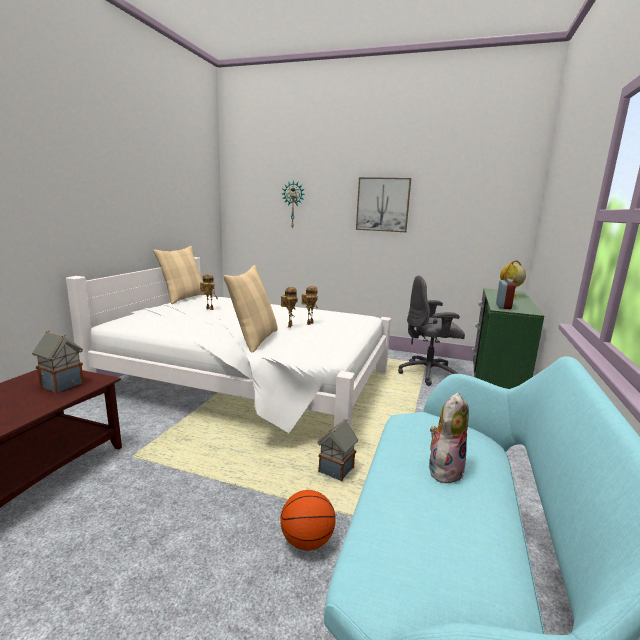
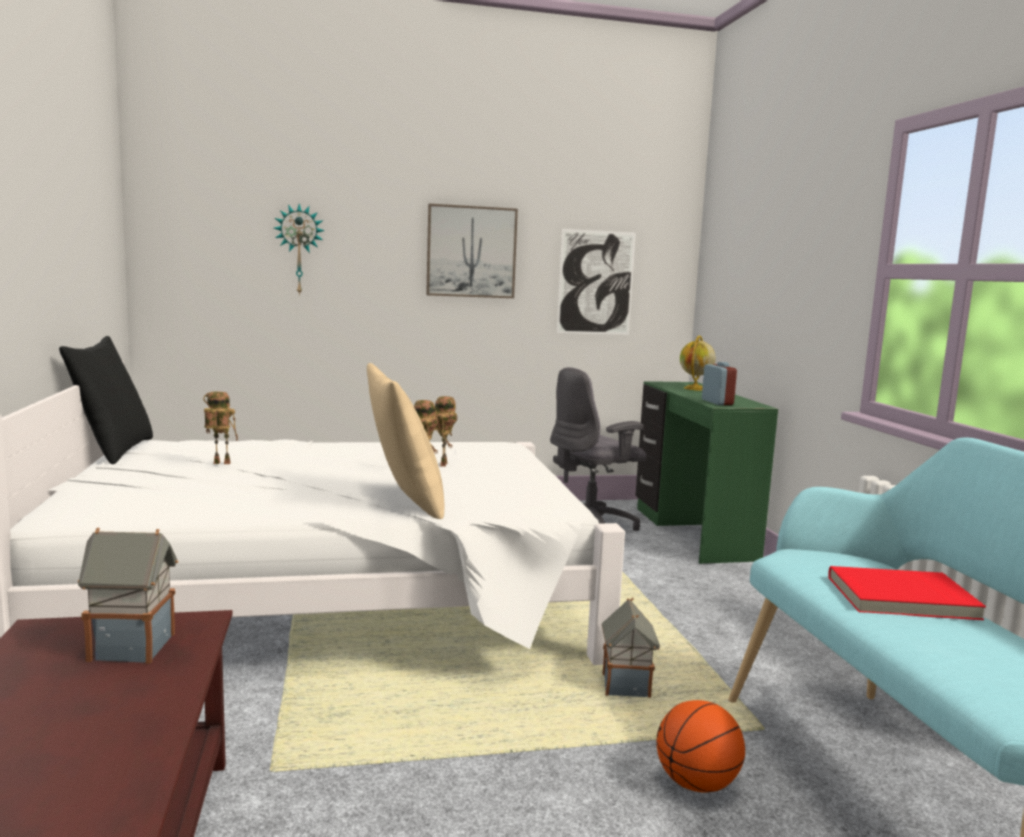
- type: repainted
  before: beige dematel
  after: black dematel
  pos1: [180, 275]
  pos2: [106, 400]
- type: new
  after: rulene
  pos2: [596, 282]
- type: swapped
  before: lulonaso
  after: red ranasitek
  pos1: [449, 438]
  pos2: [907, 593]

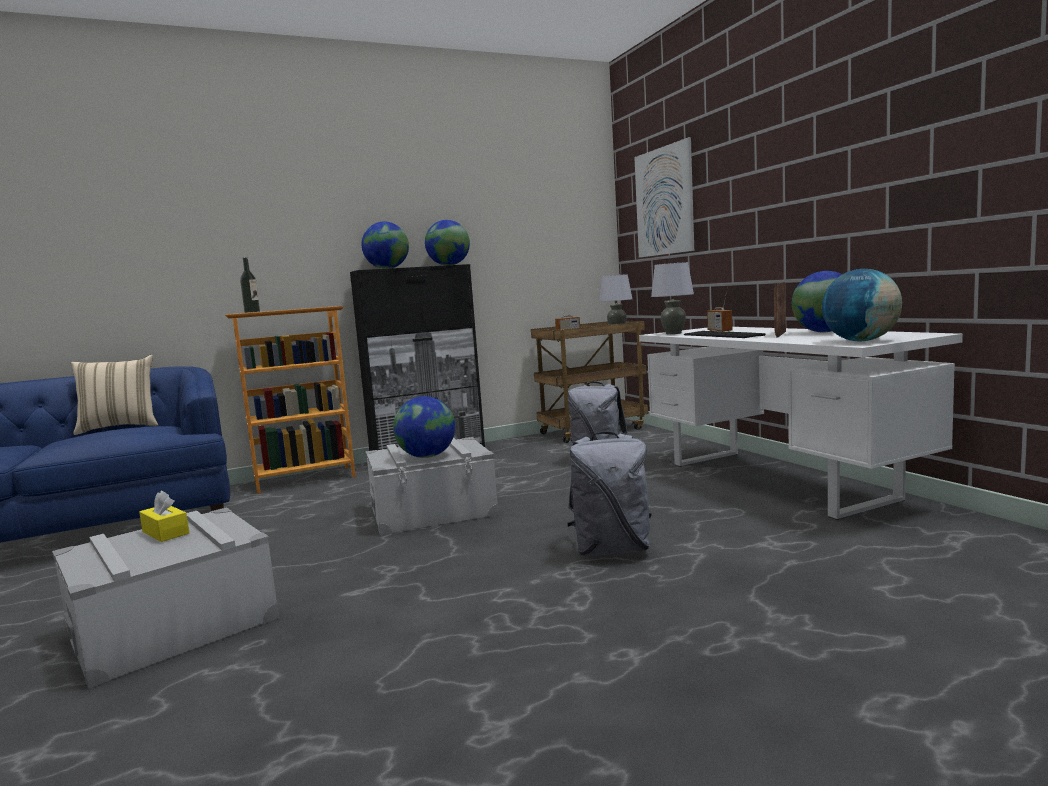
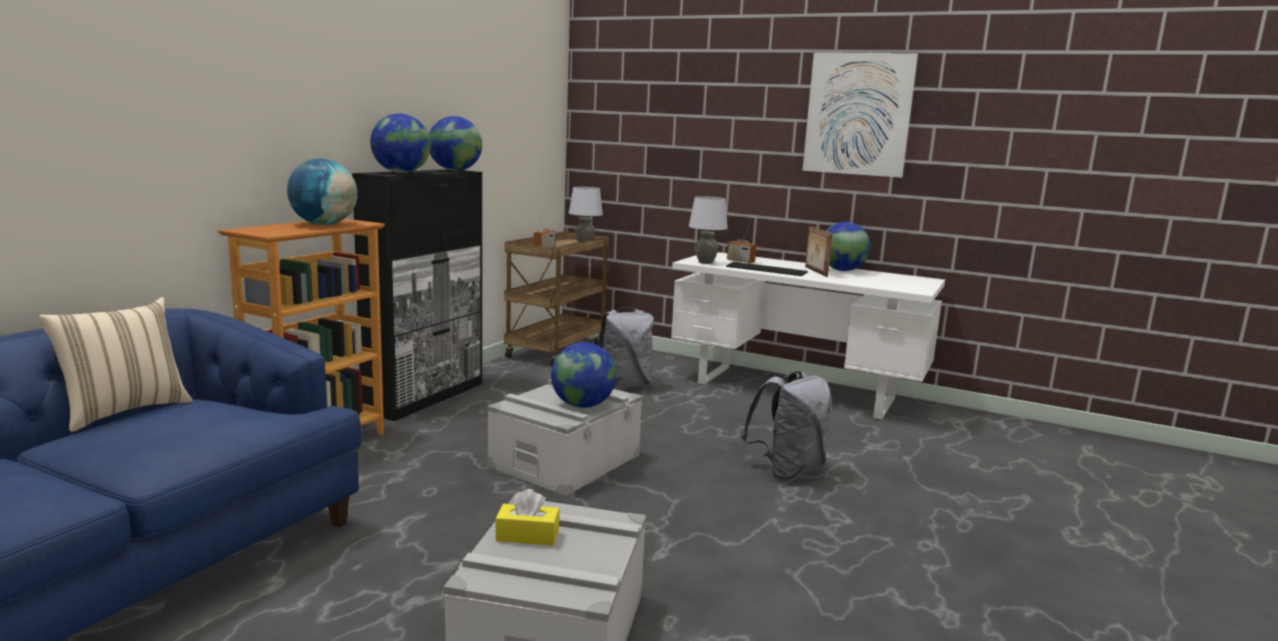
- type: shifted
  before: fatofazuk
  pos1: [862, 305]
  pos2: [322, 192]
- type: shifted
  before: rulene
  pos1: [664, 197]
  pos2: [860, 115]
- type: gone
  before: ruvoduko
  pos1: [250, 285]

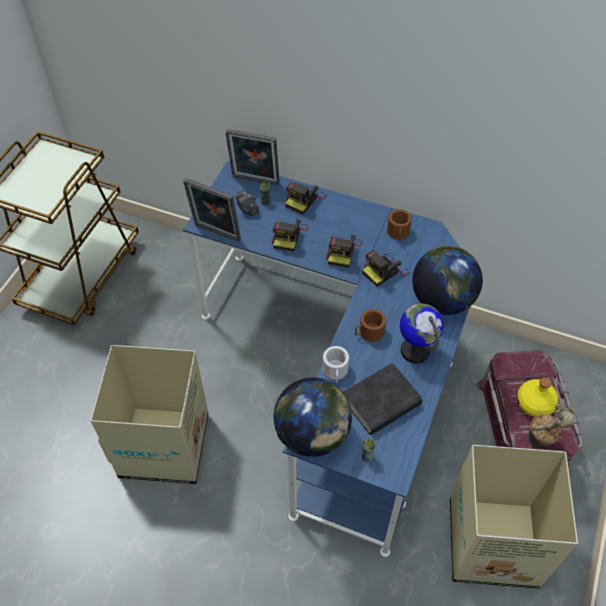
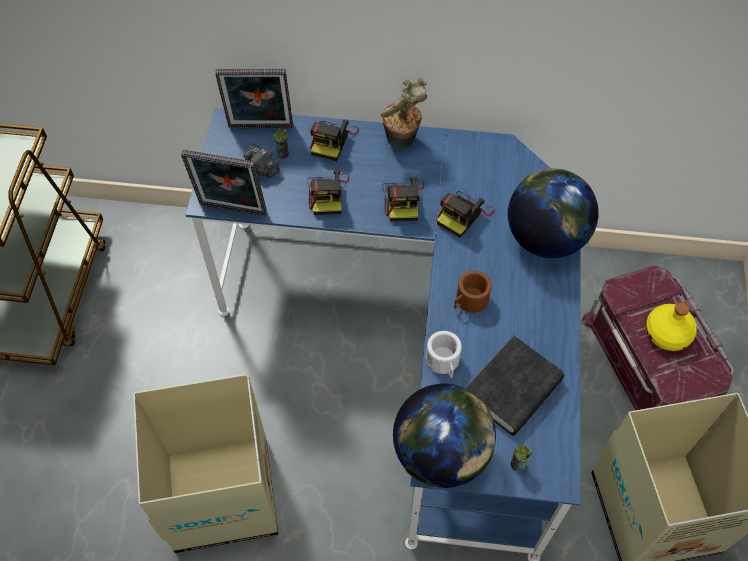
- type: shifted
  before: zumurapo
  pos1: [551, 426]
  pos2: [404, 113]
- type: gone
  before: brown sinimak
  pos1: [399, 225]
- type: gone
  before: fatofazuk
  pos1: [422, 333]

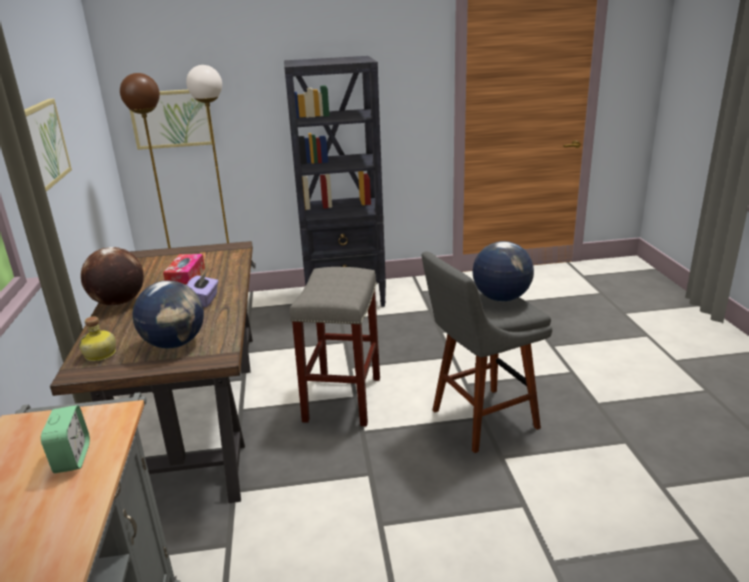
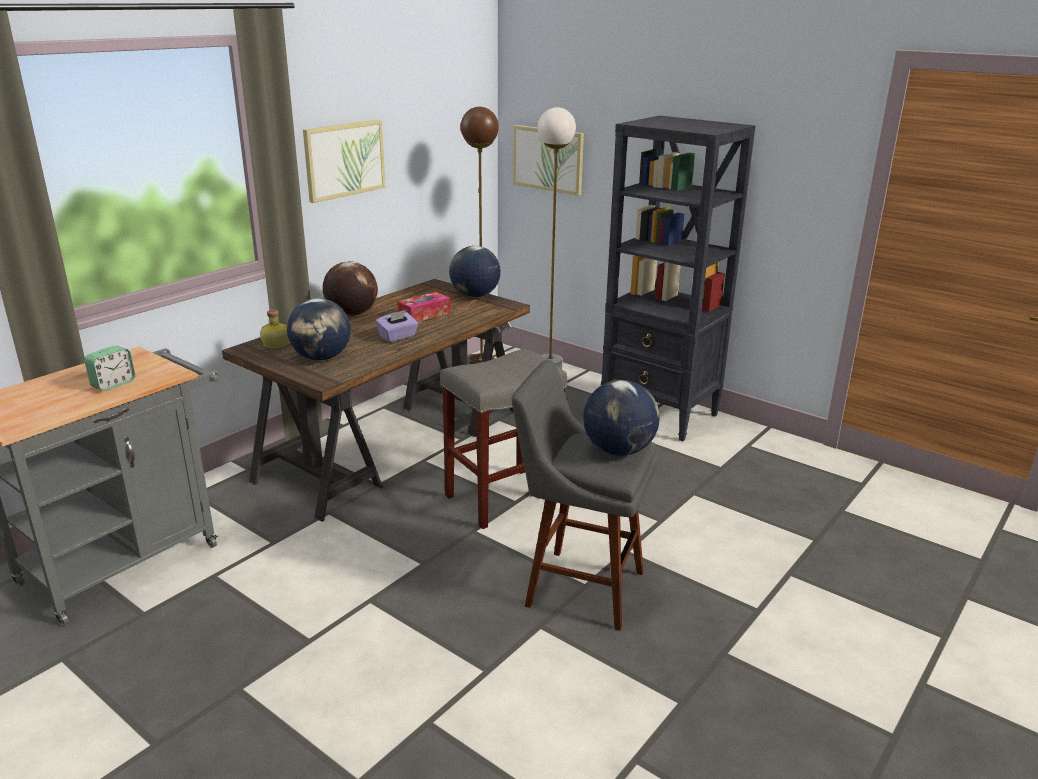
- type: new
  after: fatofazuk
  pos2: [475, 272]

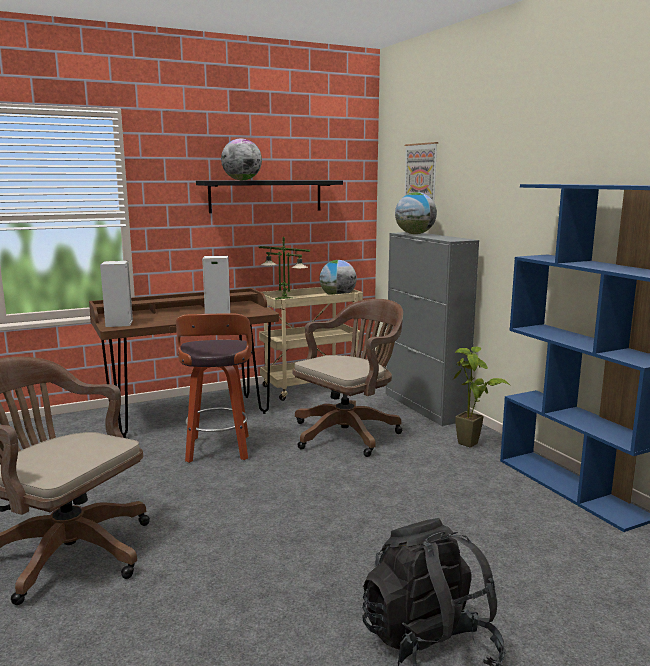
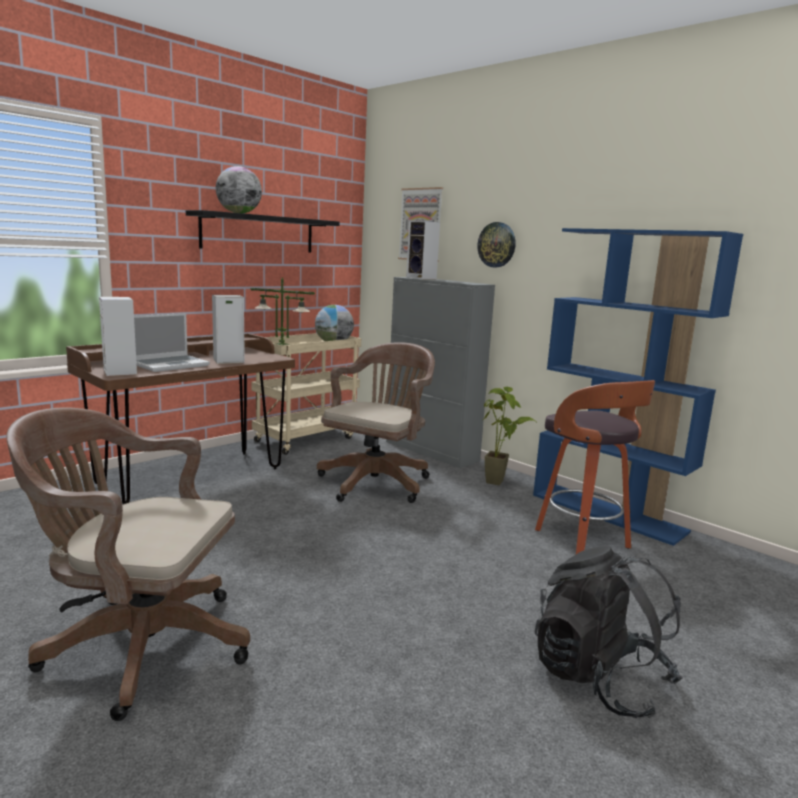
- type: new
  after: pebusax
  pos2: [172, 342]
- type: swapped
  before: fatofazuk
  after: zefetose
  pos1: [416, 213]
  pos2: [423, 250]
- type: new
  after: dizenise
  pos2: [496, 245]
- type: shifted
  before: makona
  pos1: [214, 388]
  pos2: [595, 467]

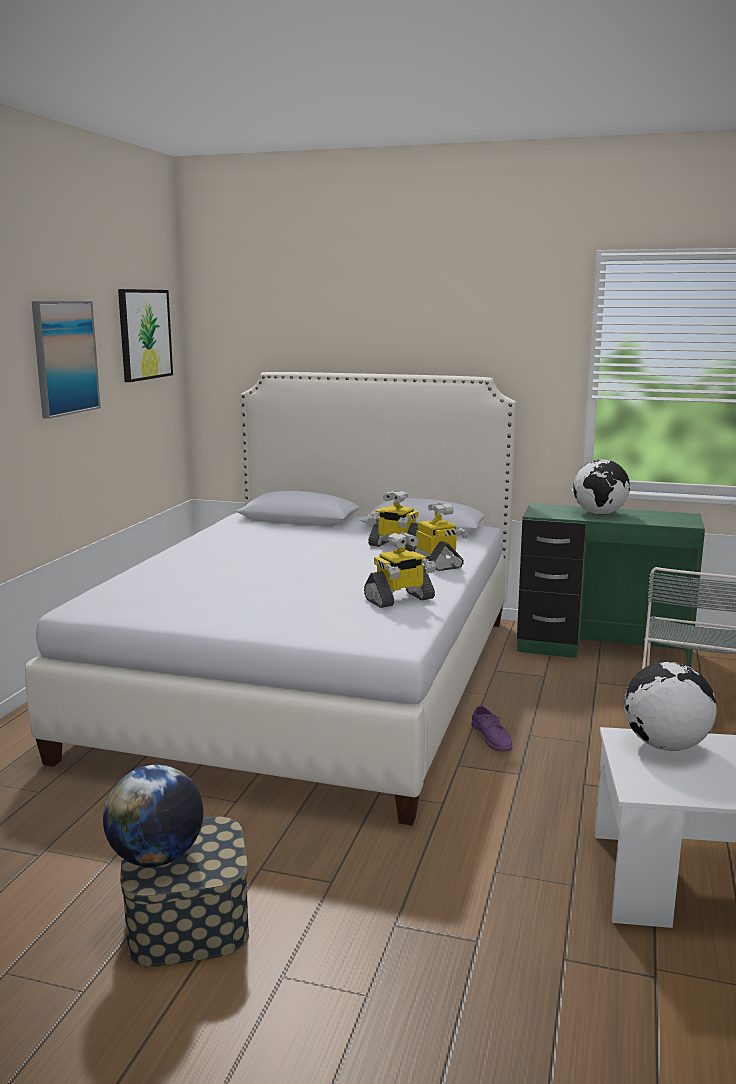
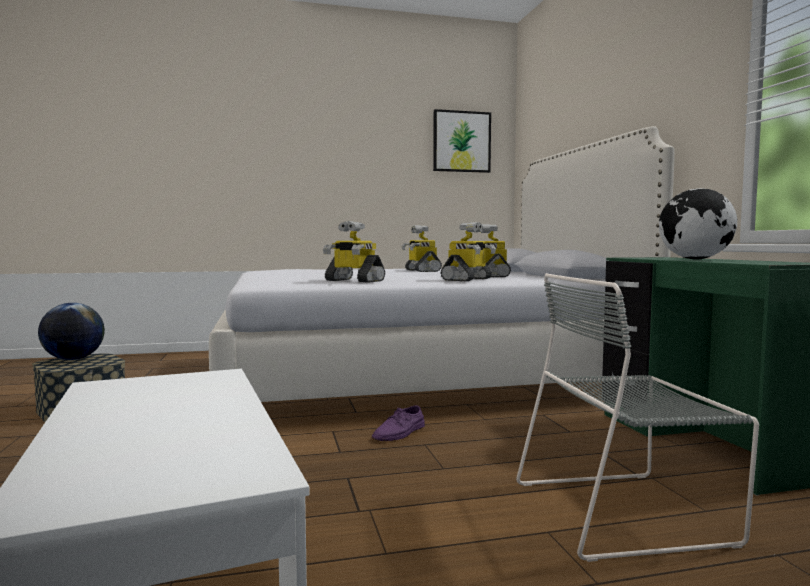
- type: new
  after: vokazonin
  pos2: [421, 248]
- type: gone
  before: rulene
  pos1: [66, 360]
- type: gone
  before: fatofazuk
  pos1: [670, 706]

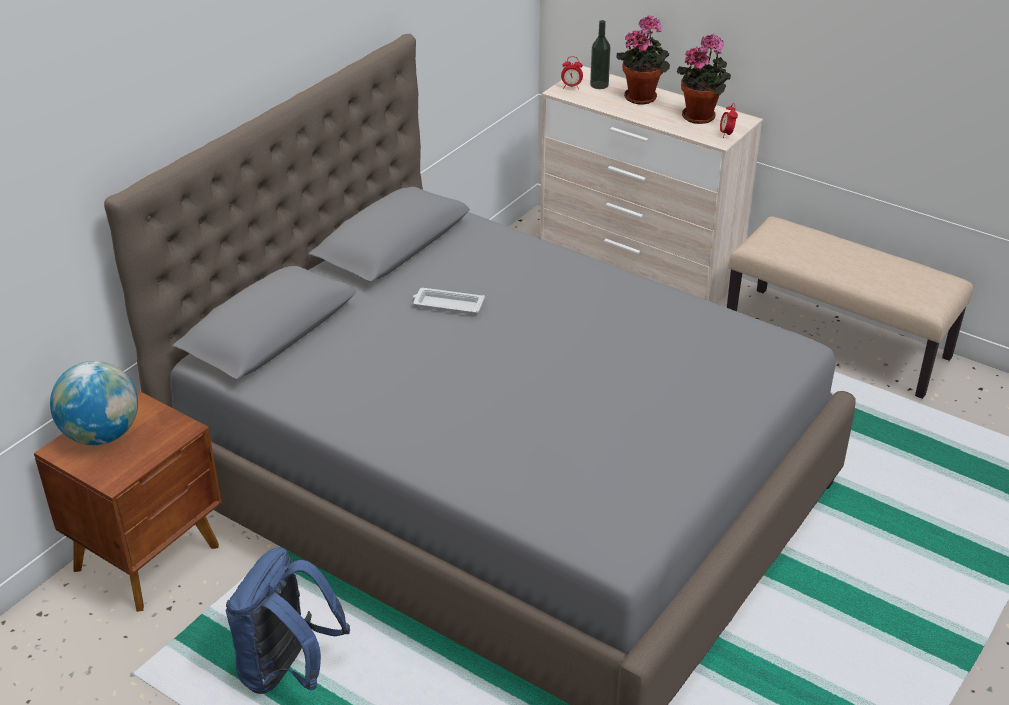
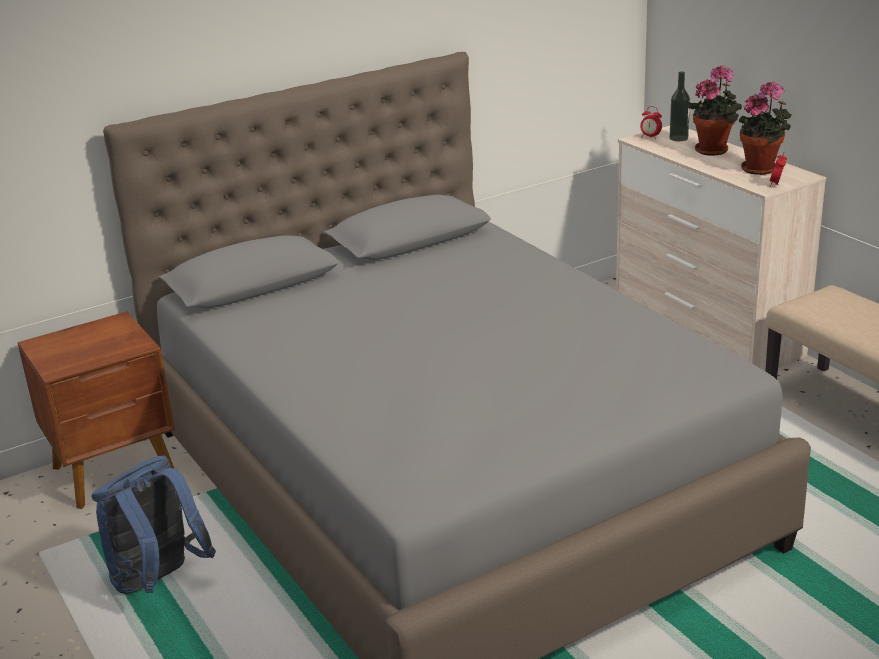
- type: gone
  before: fatofazuk
  pos1: [94, 403]
- type: gone
  before: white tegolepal
  pos1: [449, 301]

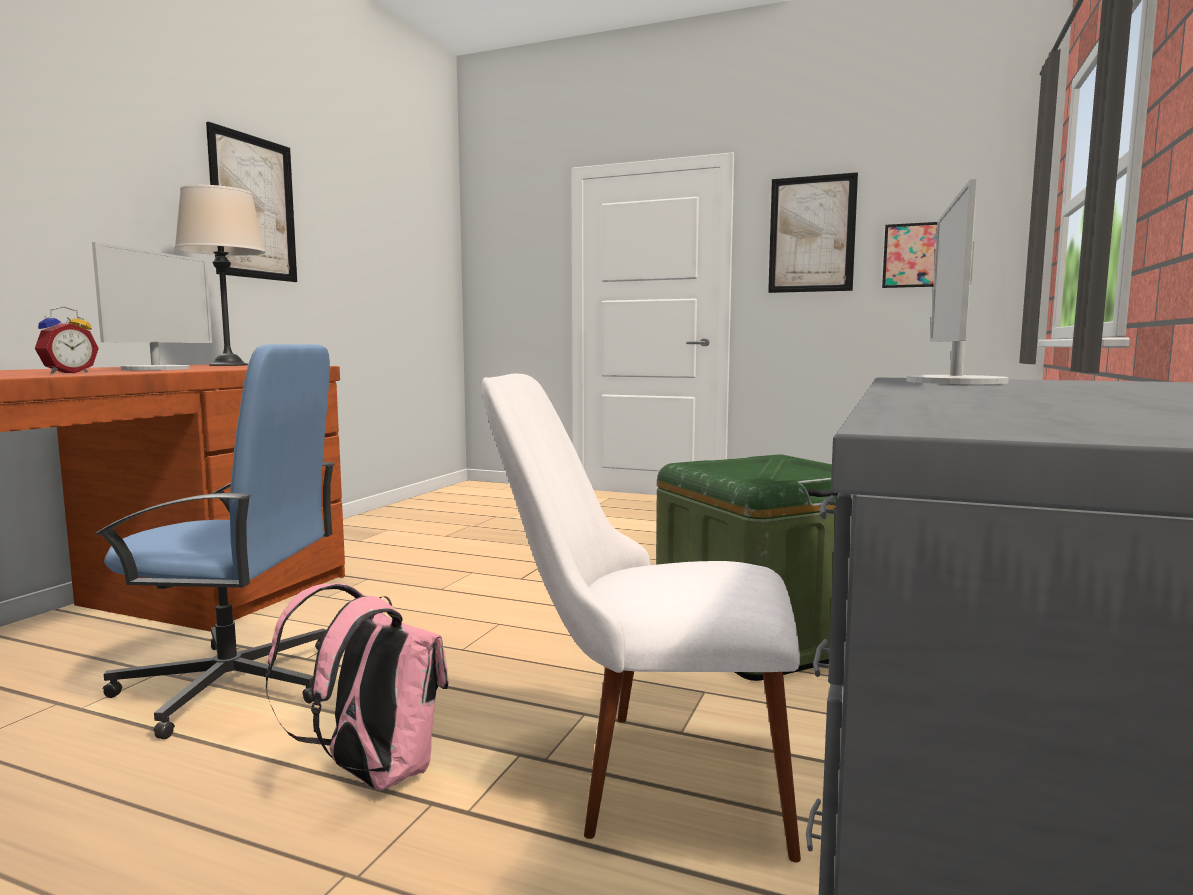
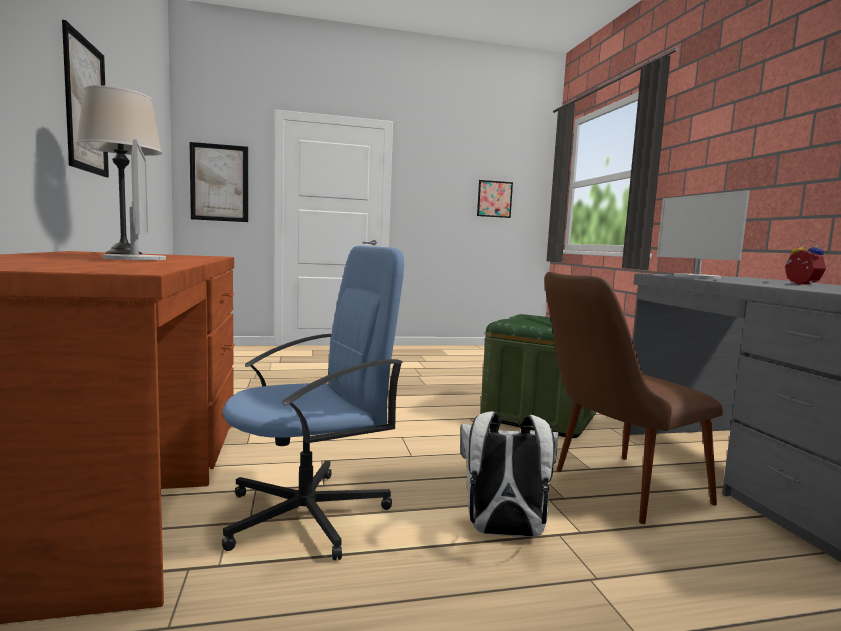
- type: shifted
  before: rulene
  pos1: [813, 232]
  pos2: [219, 182]
- type: repainted
  before: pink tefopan
  after: white tefopan
  pos1: [356, 687]
  pos2: [509, 474]
- type: repainted
  before: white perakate
  after: brown perakate
  pos1: [641, 618]
  pos2: [634, 398]
- type: shifted
  before: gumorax
  pos1: [67, 340]
  pos2: [805, 262]

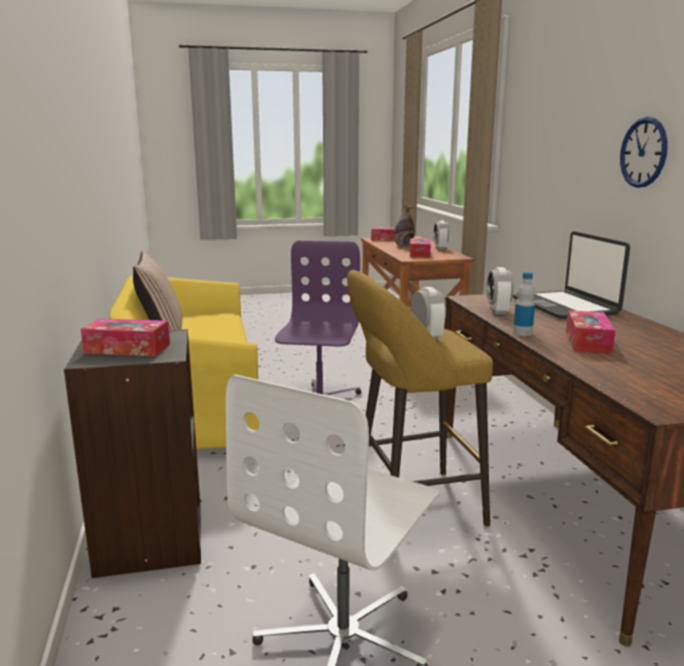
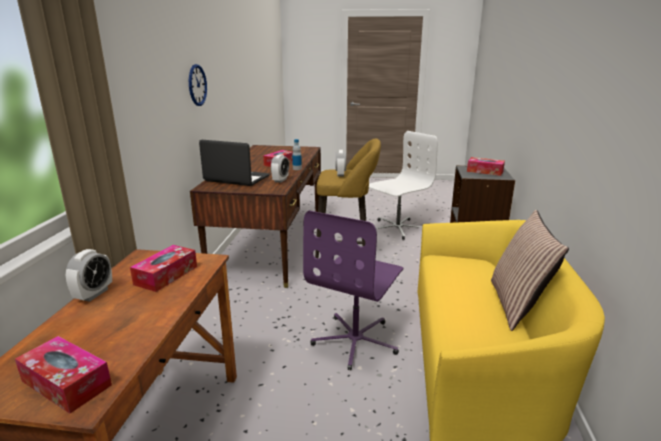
- type: rotated
  before: pebusax
  pos1: [571, 275]
  pos2: [234, 163]
  turn: -75
- type: gone
  before: ruvoduko
  pos1: [404, 225]

